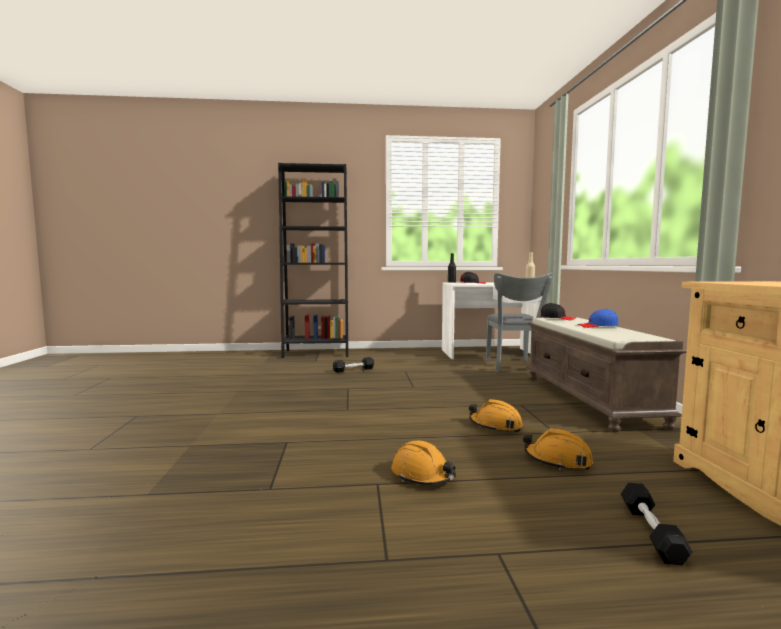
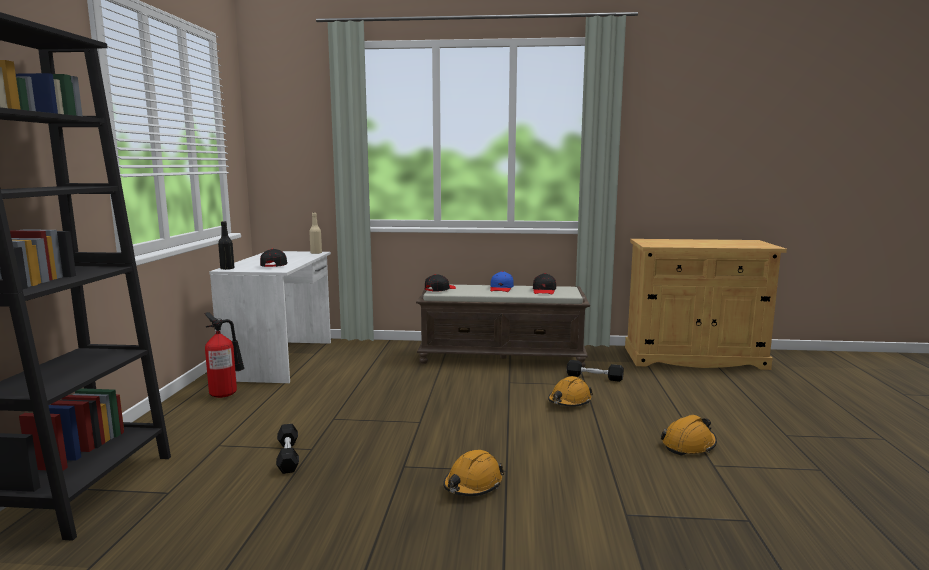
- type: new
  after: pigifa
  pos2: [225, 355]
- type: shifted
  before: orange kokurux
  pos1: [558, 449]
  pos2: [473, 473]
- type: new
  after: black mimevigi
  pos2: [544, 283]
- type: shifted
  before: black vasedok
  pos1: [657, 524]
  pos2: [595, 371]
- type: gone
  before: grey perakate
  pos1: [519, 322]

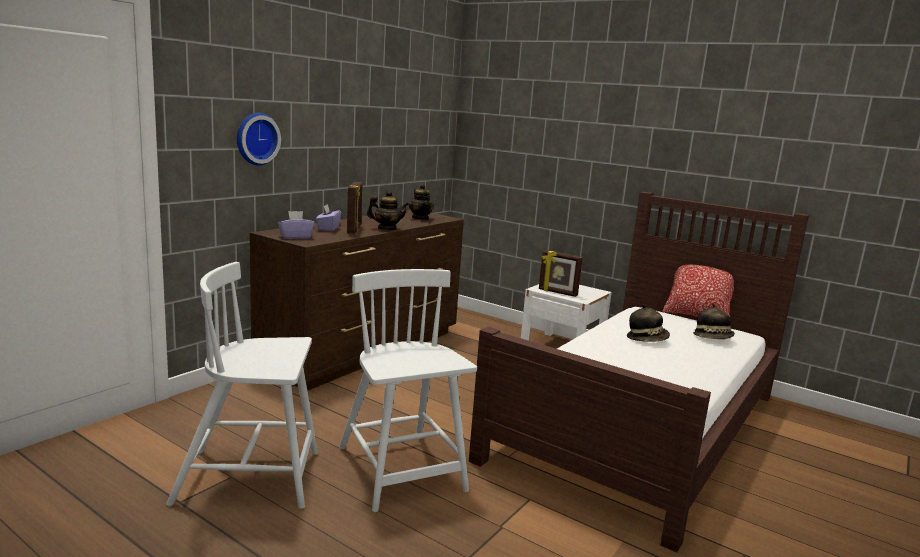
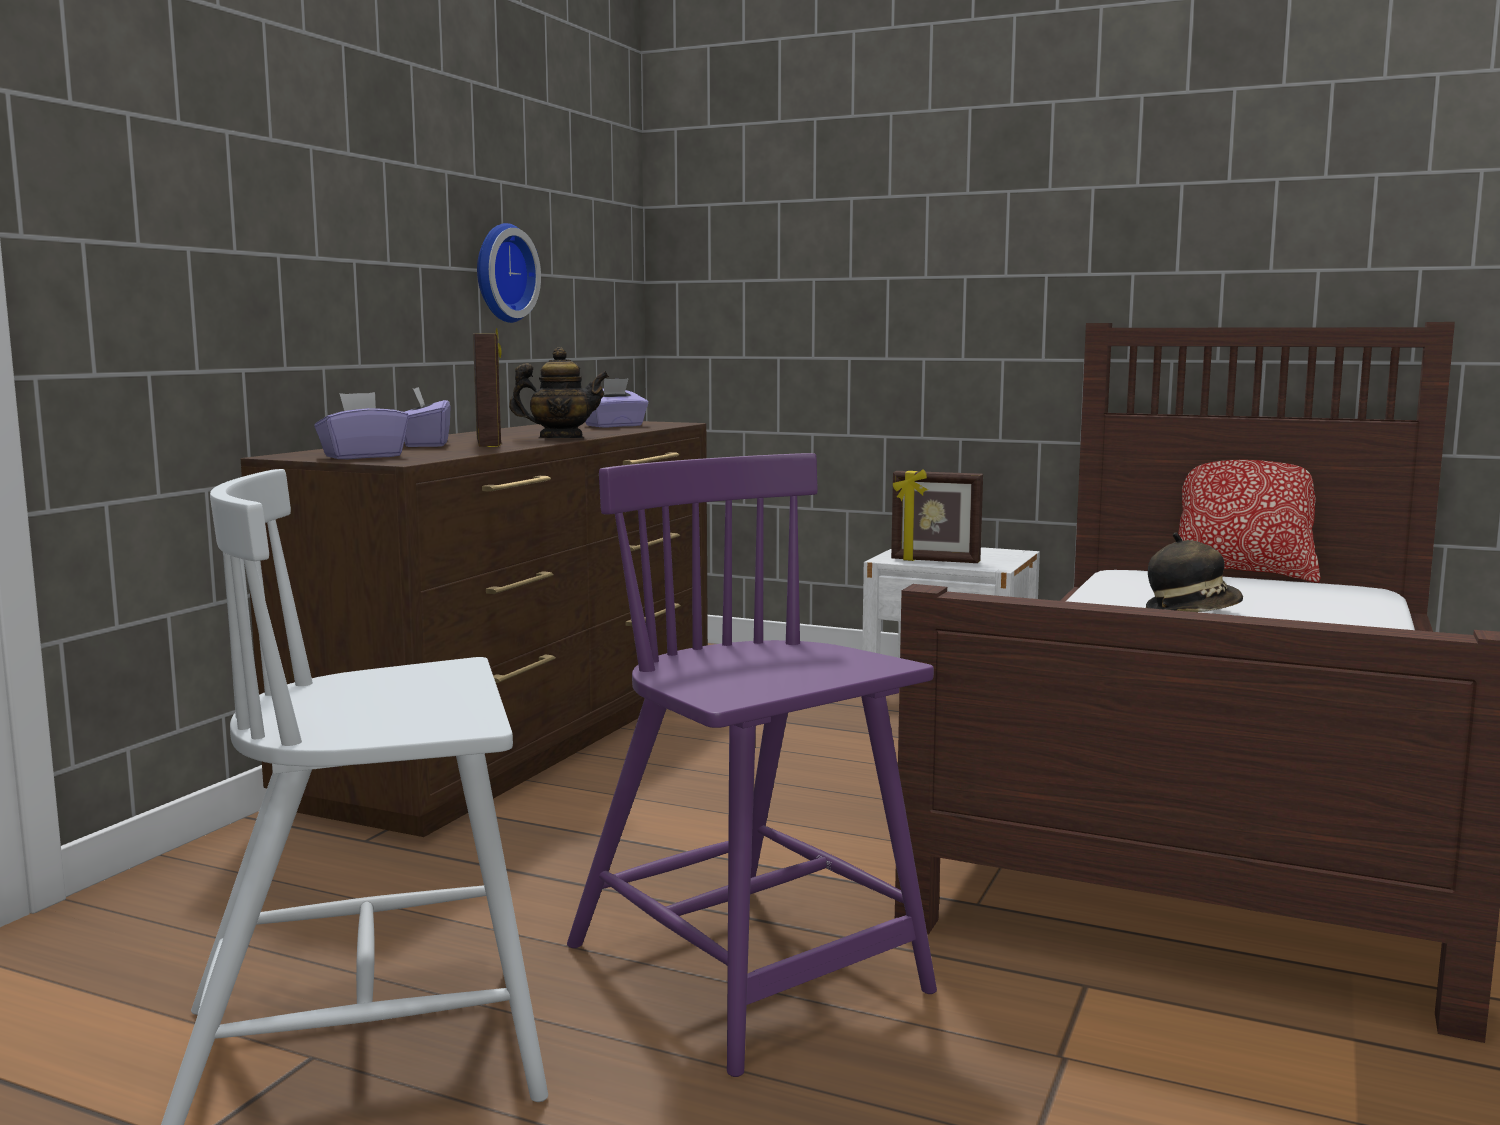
- type: shifted
  before: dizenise
  pos1: [259, 139]
  pos2: [509, 273]
- type: repainted
  before: white perakate
  after: purple perakate
  pos1: [408, 390]
  pos2: [752, 765]
- type: swapped
  before: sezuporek
  after: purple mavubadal
  pos1: [421, 202]
  pos2: [617, 403]
- type: gone
  before: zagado
  pos1: [714, 321]

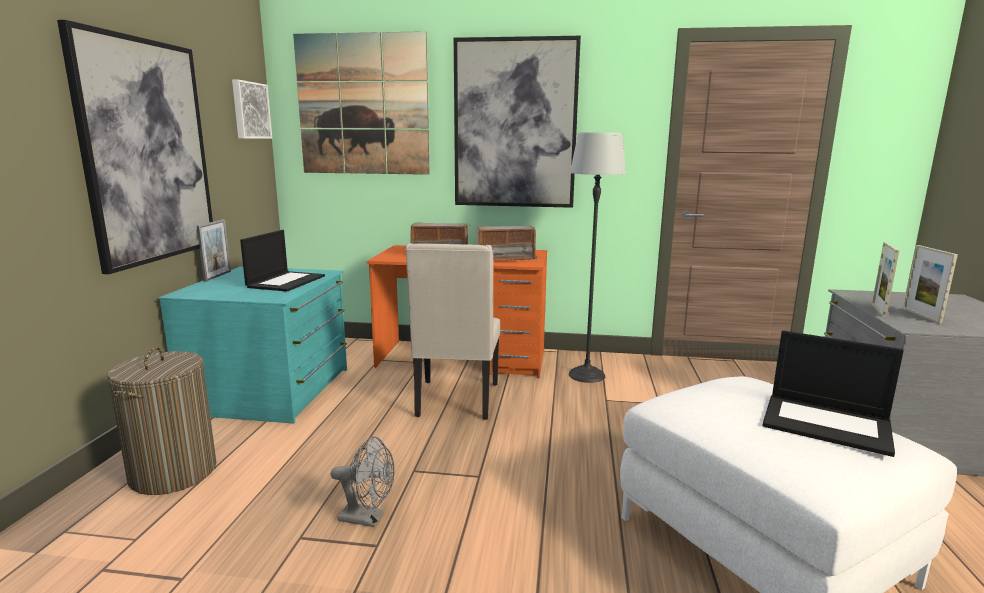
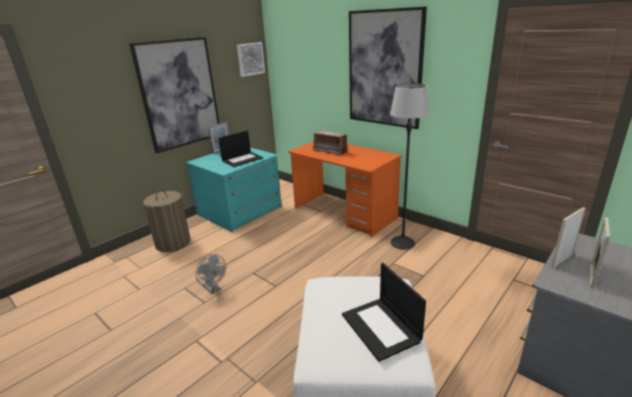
- type: gone
  before: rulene
  pos1: [361, 103]
- type: gone
  before: beige perakate
  pos1: [452, 331]
- type: gone
  before: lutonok
  pos1: [507, 243]

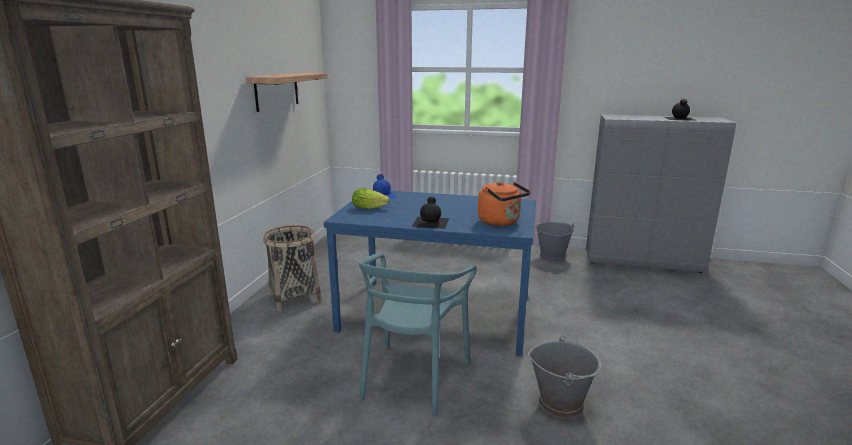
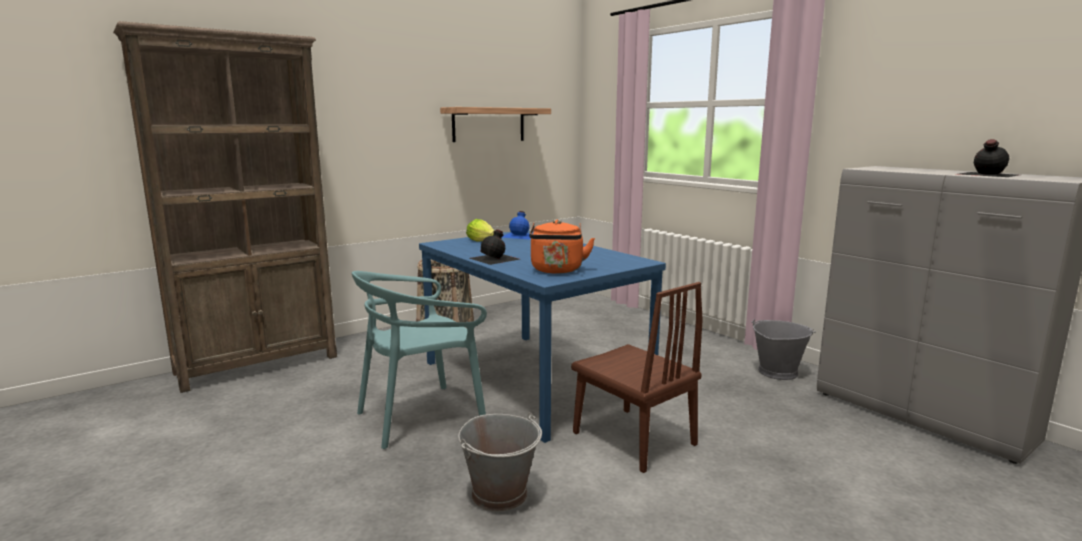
- type: new
  after: brown perakate
  pos2: [637, 377]

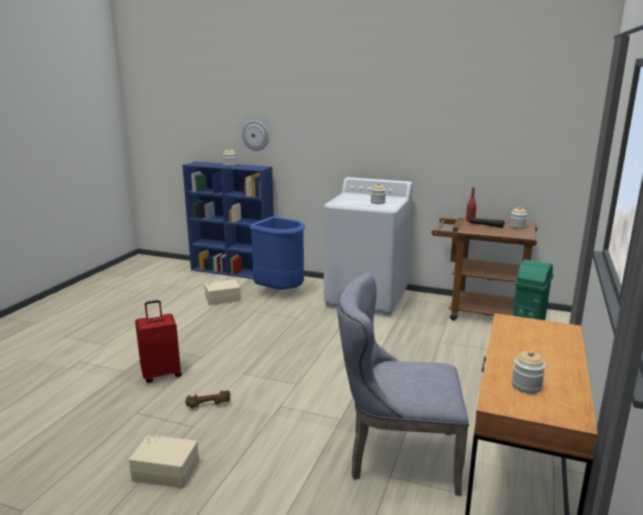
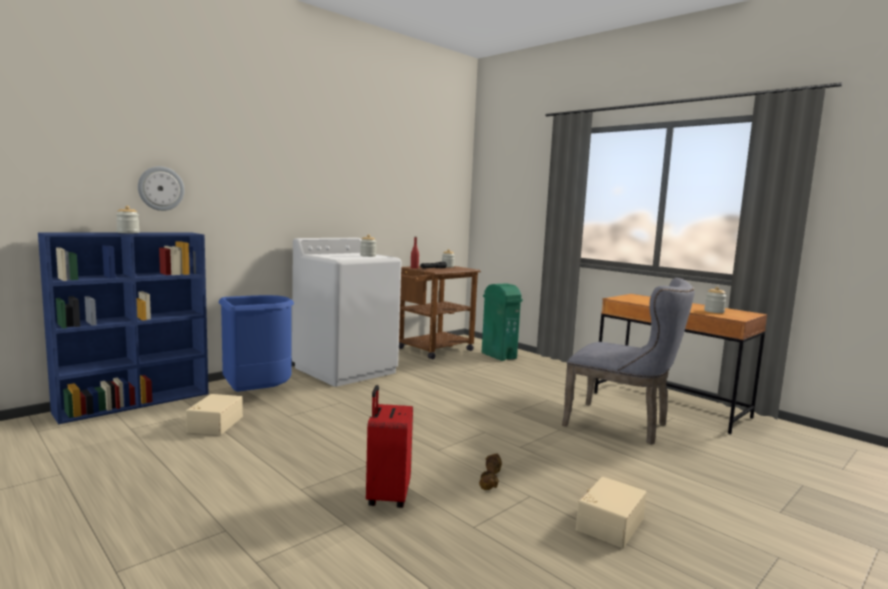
- type: rotated
  before: grey perakate
  pos1: [403, 384]
  pos2: [628, 361]
  turn: -90

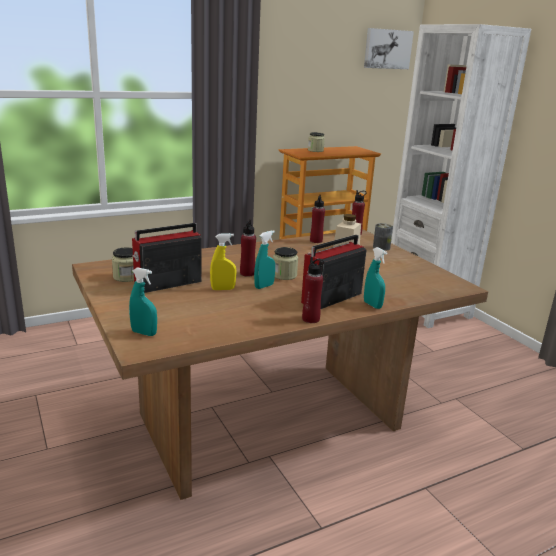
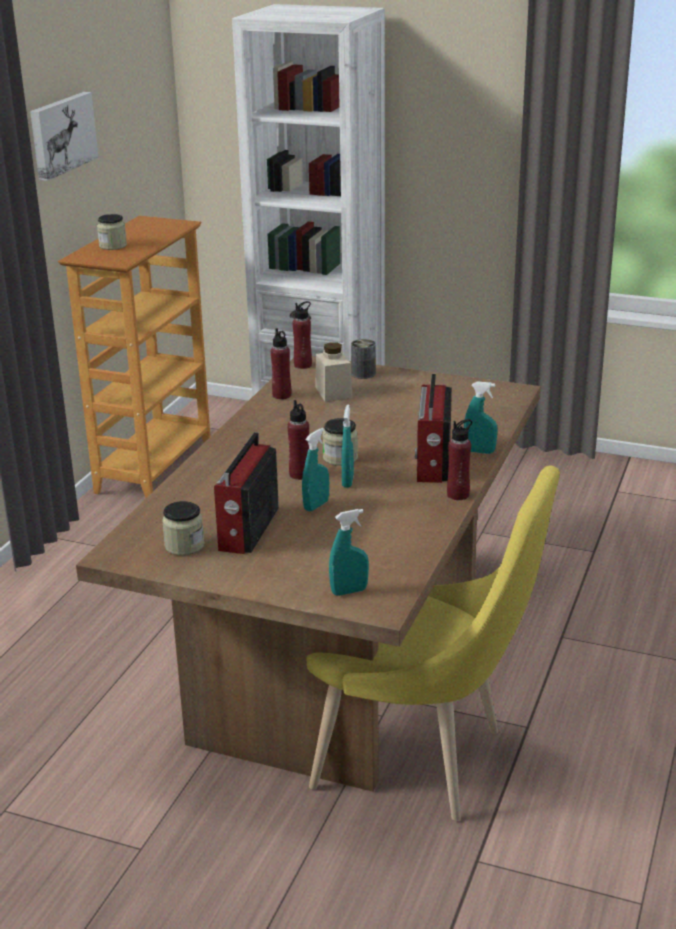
- type: shifted
  before: rulene
  pos1: [389, 48]
  pos2: [64, 136]
- type: repainted
  before: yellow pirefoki
  after: turquoise pirefoki
  pos1: [223, 261]
  pos2: [315, 469]
- type: new
  after: yellow perakate
  pos2: [433, 643]

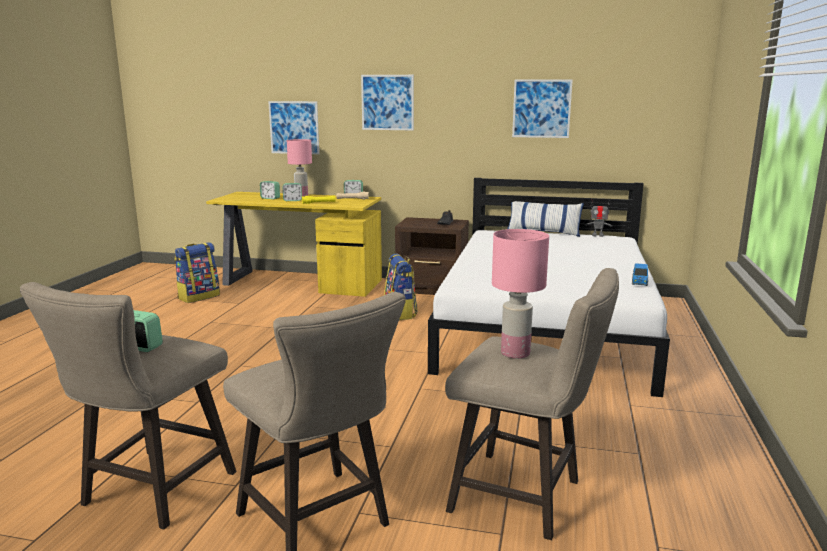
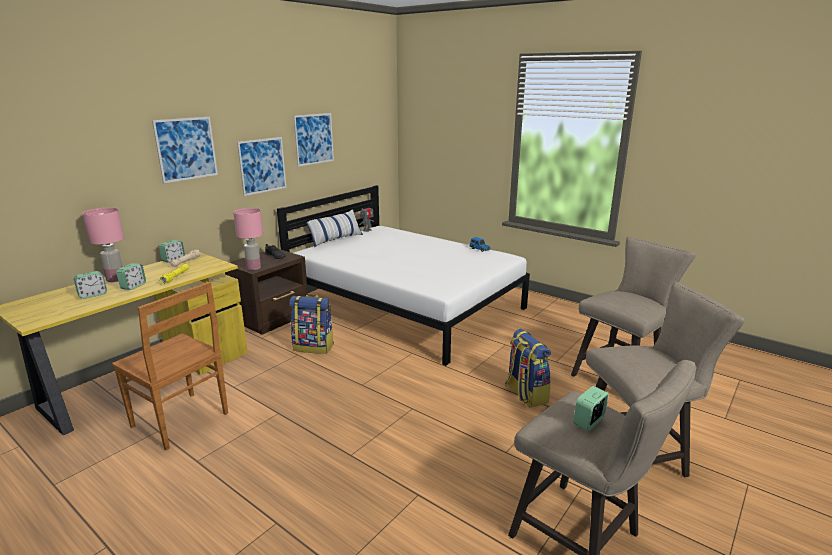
- type: new
  after: brown perakate
  pos2: [170, 366]
- type: shifted
  before: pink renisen
  pos1: [520, 294]
  pos2: [248, 239]
- type: shifted
  before: rulene
  pos1: [293, 127]
  pos2: [261, 166]
- type: shifted
  before: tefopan
  pos1: [197, 272]
  pos2: [528, 368]

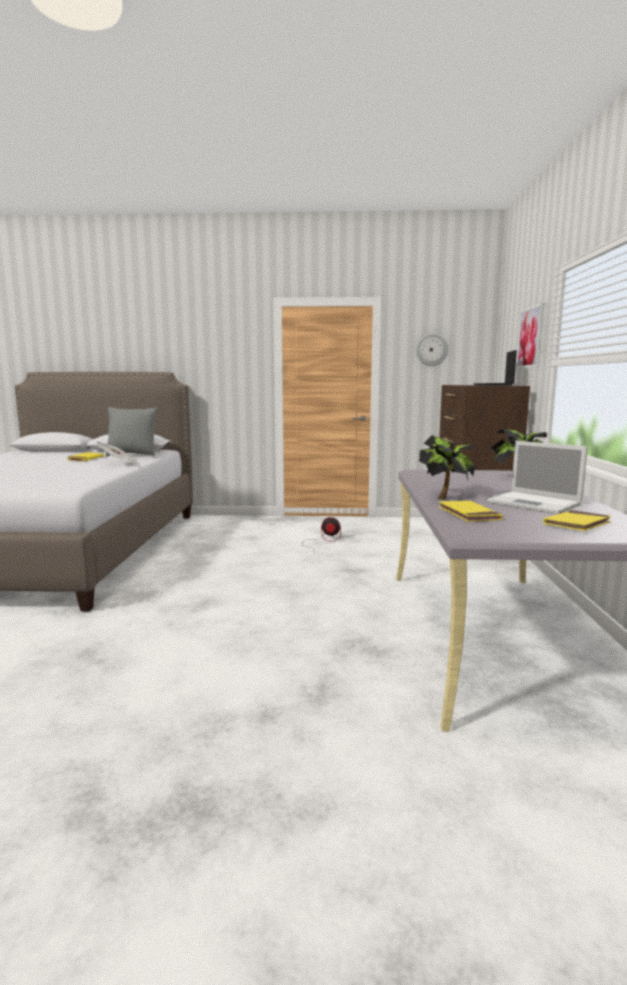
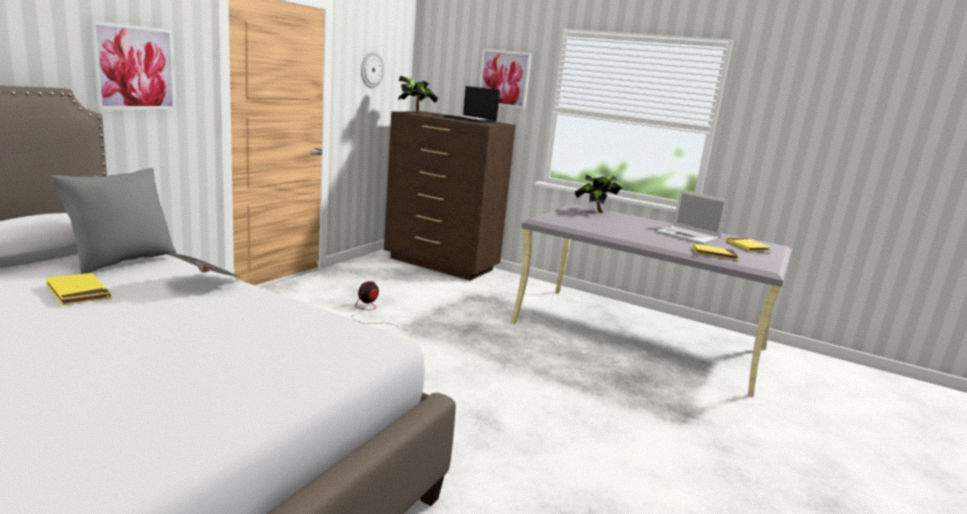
- type: new
  after: rulene
  pos2: [132, 65]
- type: shifted
  before: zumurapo
  pos1: [447, 467]
  pos2: [418, 95]
- type: rotated
  before: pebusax
  pos1: [537, 477]
  pos2: [692, 217]
  turn: 60

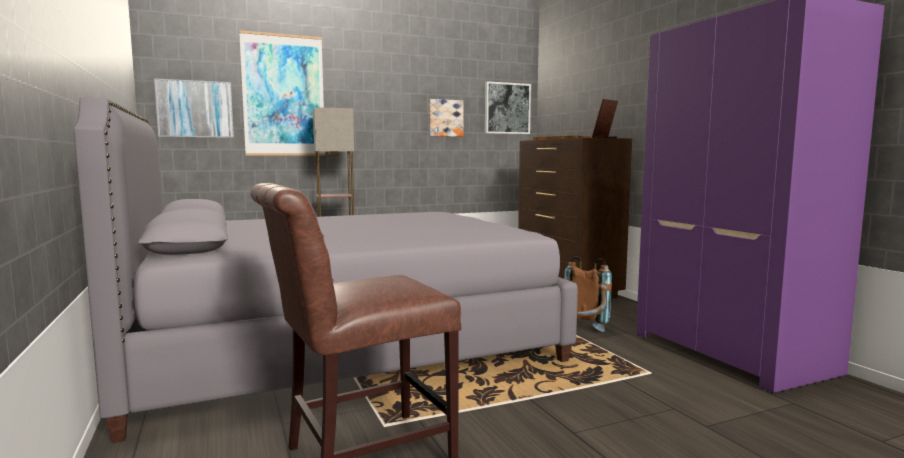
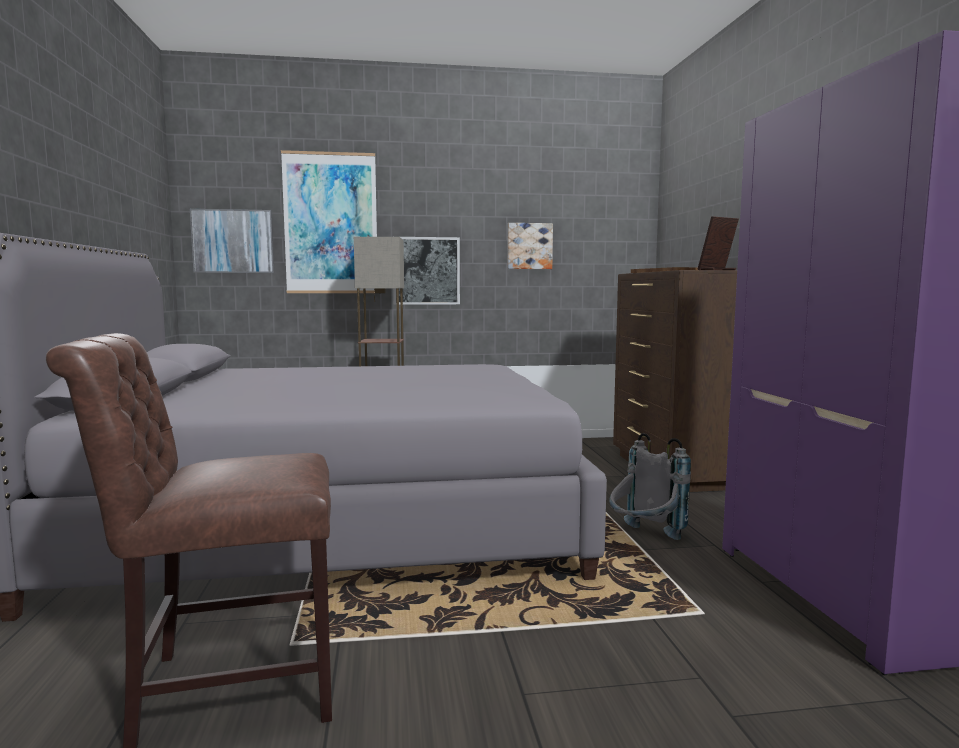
- type: shifted
  before: rulene
  pos1: [508, 107]
  pos2: [426, 271]
- type: repainted
  before: brown tefopan
  after: grey tefopan
  pos1: [588, 294]
  pos2: [650, 486]

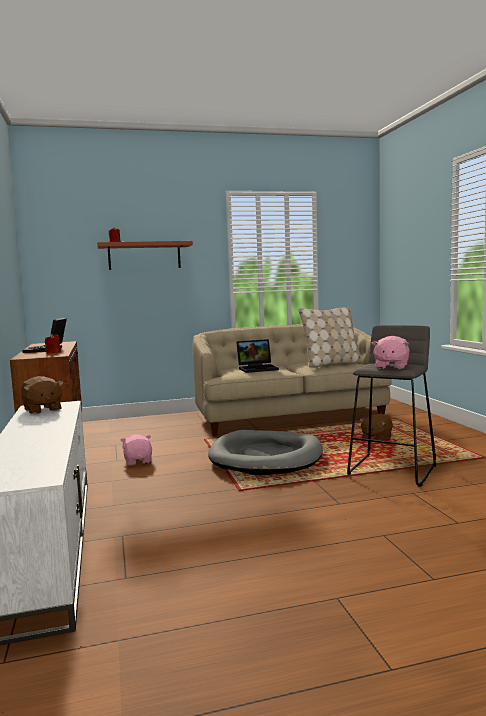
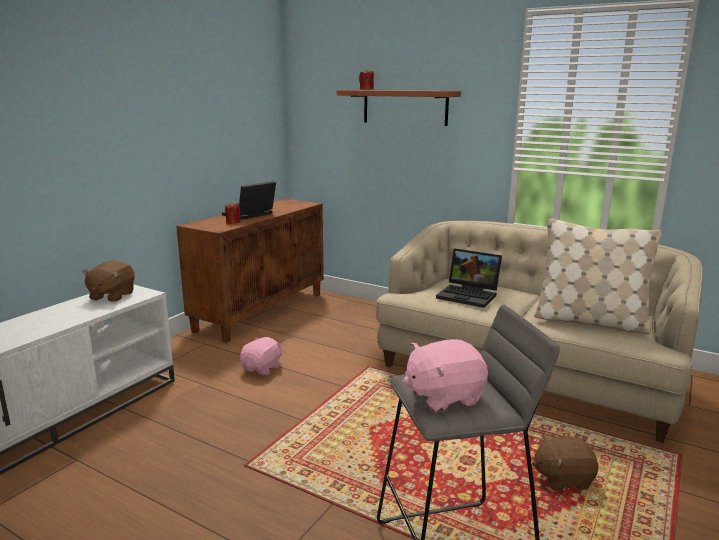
- type: gone
  before: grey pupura
  pos1: [265, 452]

